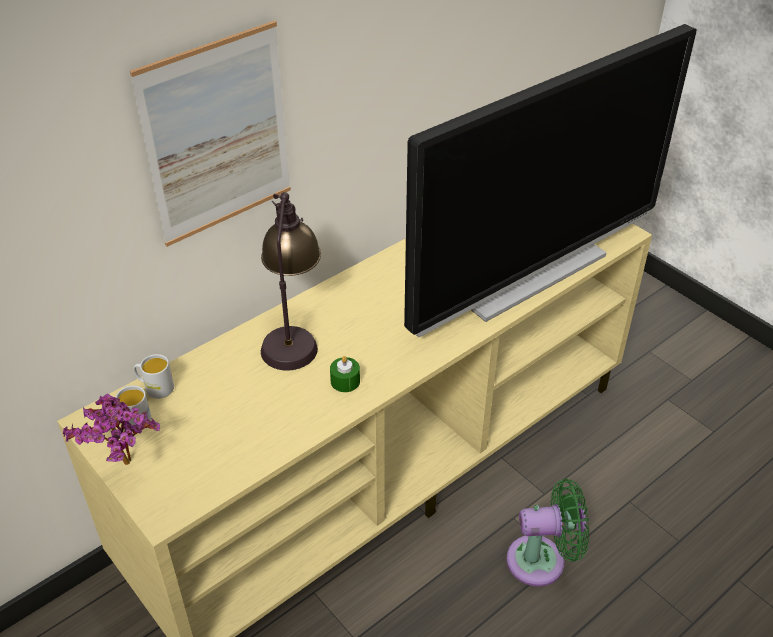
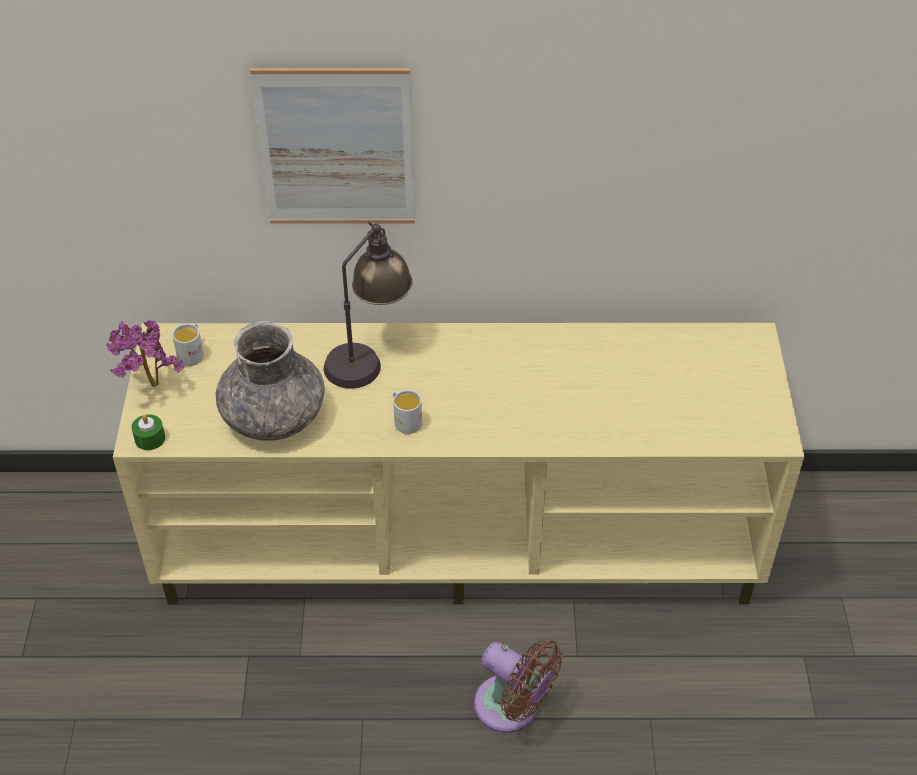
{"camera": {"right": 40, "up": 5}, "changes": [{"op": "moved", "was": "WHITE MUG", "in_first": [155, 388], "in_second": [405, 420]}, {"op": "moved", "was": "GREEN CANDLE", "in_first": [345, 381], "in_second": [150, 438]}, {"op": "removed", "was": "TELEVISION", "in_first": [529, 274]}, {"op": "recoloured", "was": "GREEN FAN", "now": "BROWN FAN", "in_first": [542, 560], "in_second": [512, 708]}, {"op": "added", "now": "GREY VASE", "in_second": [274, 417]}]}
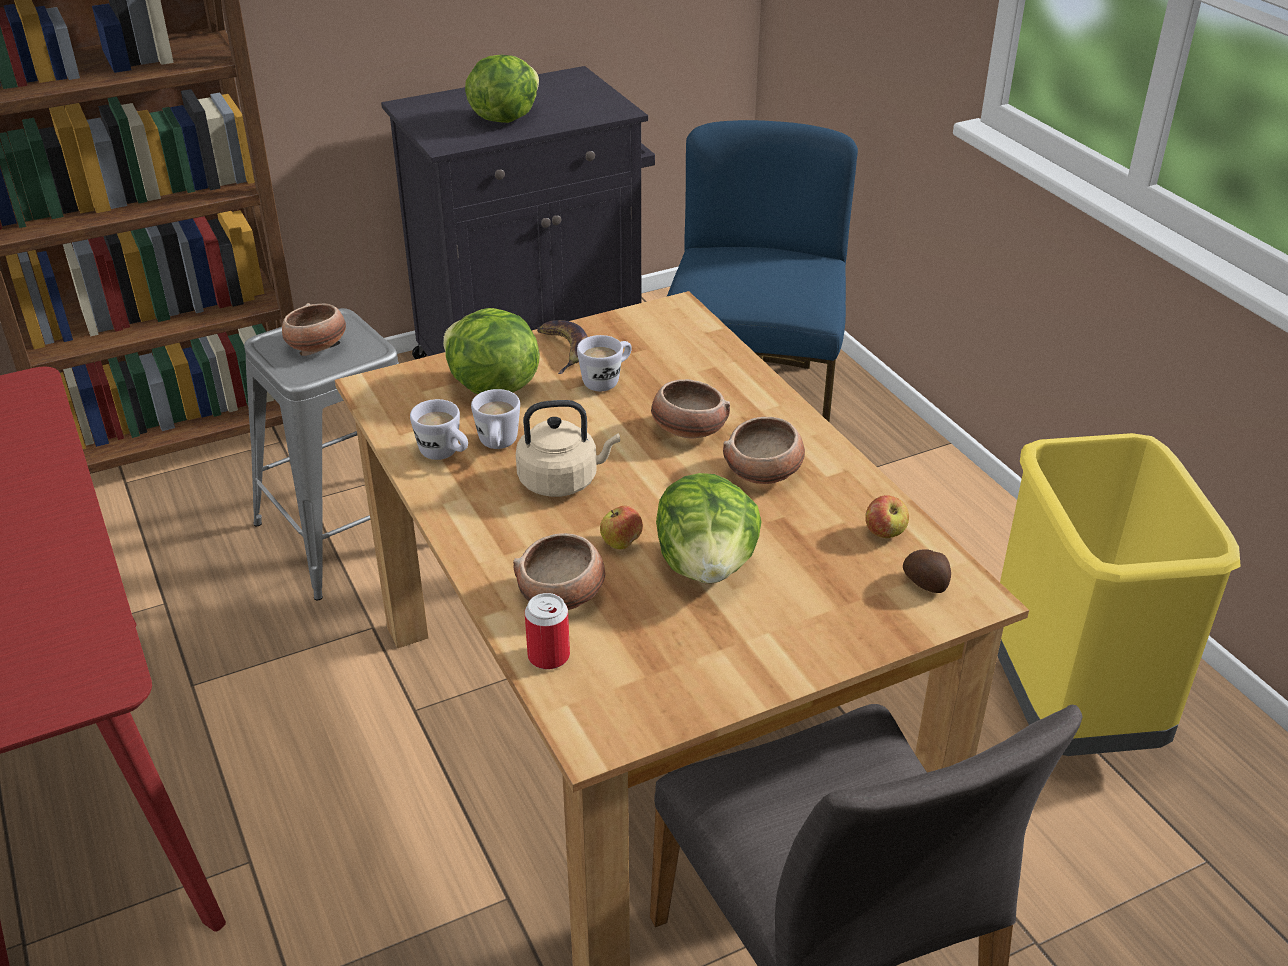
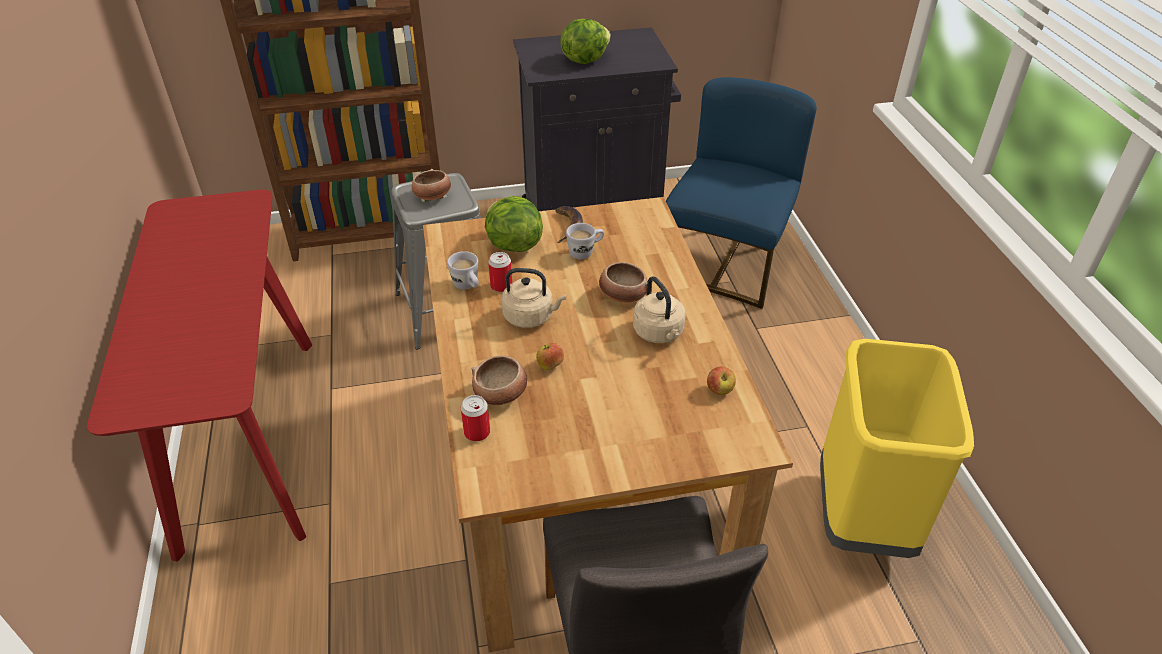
{"camera": {"right": 15, "up": 5}, "changes": [{"op": "replaced", "was": "WHITE MUG", "now": "CAN", "in_first": [497, 446], "in_second": [501, 286]}, {"op": "removed", "was": "LETTUCE", "in_first": [707, 566]}, {"op": "replaced", "was": "BOWL", "now": "BEIGE KETTLE", "in_first": [764, 472], "in_second": [659, 333]}, {"op": "removed", "was": "POTATO", "in_first": [926, 584]}]}
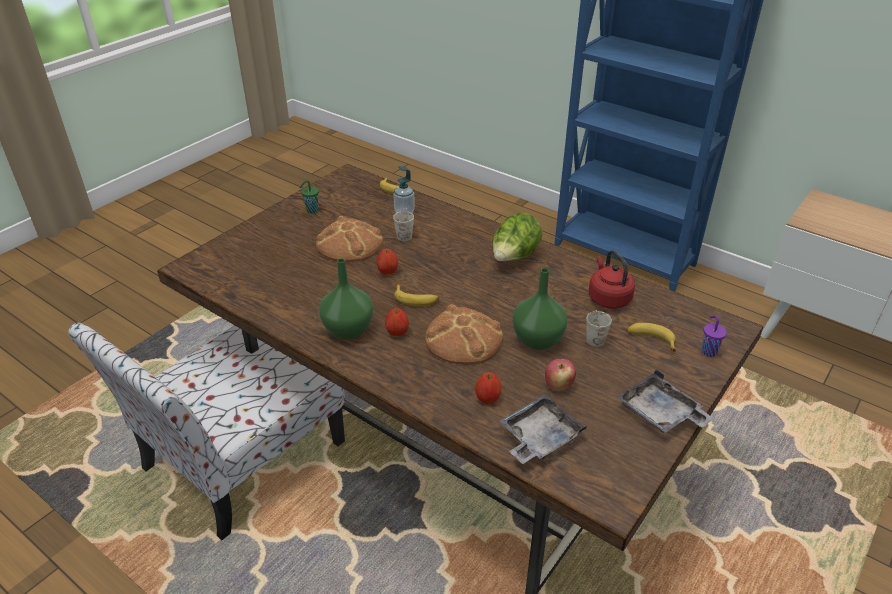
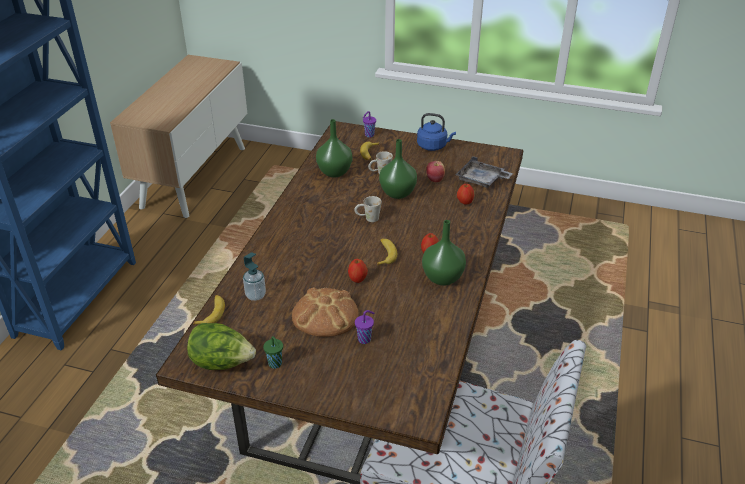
{"camera": {"right": -110, "up": 0}, "changes": [{"op": "moved", "was": "WHITE MUG", "in_first": [406, 234], "in_second": [368, 218]}, {"op": "removed", "was": "BREAD", "in_first": [463, 338]}, {"op": "moved", "was": "LETTUCE", "in_first": [514, 258], "in_second": [222, 363]}, {"op": "replaced", "was": "RED KETTLE", "now": "GREEN VASE", "in_first": [608, 298], "in_second": [334, 172]}, {"op": "replaced", "was": "GREY TRAY", "now": "BLUE KETTLE", "in_first": [660, 414], "in_second": [433, 146]}, {"op": "added", "now": "PURPLE CUP", "in_second": [365, 339]}]}
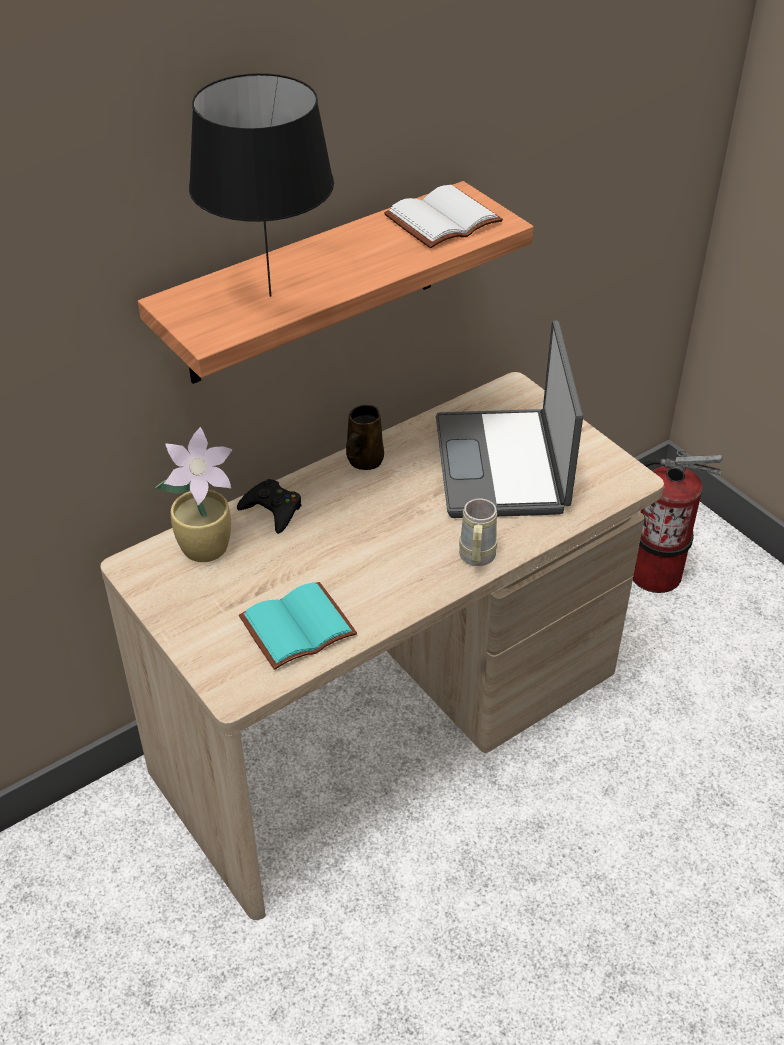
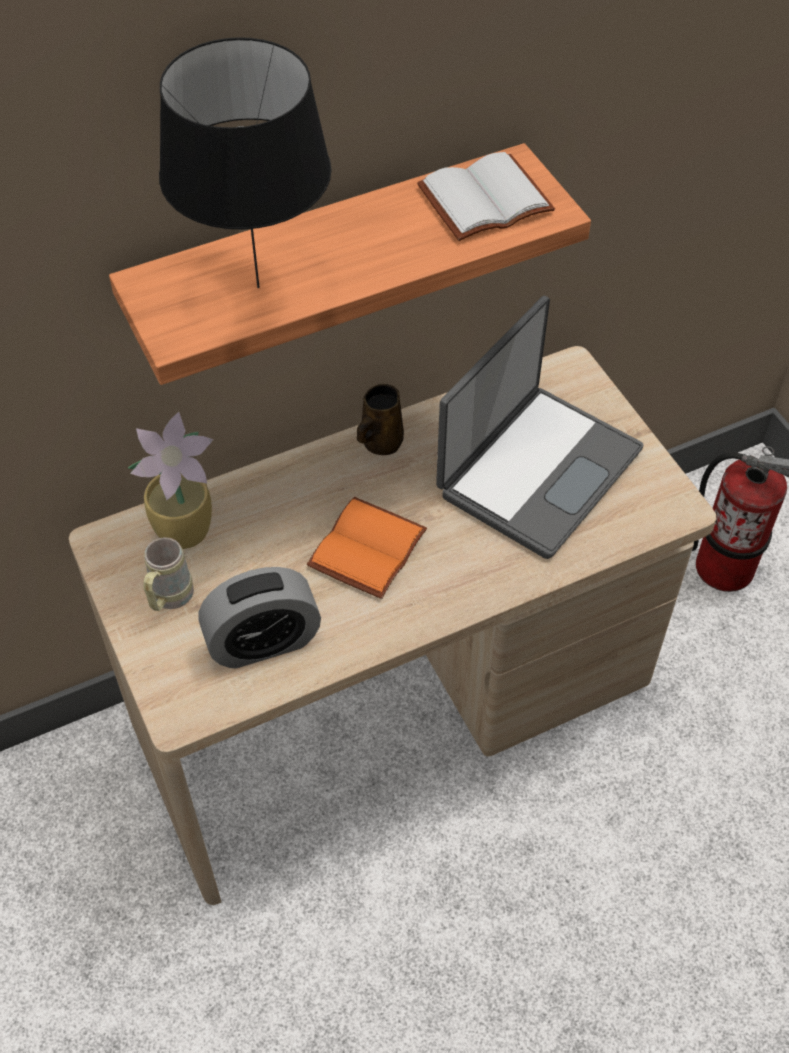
{"camera": {"right": 10, "up": 10}, "changes": [{"op": "removed", "was": "BLACK GAME CONTROLLER", "in_first": [272, 510]}, {"op": "replaced", "was": "TURQUOISE BOOK", "now": "ALARM CLOCK", "in_first": [297, 624], "in_second": [263, 642]}, {"op": "turned", "was": "LAPTOP", "in_first": [504, 465], "in_second": [536, 470], "clockwise": -150}, {"op": "moved", "was": "BEIGE MUG", "in_first": [476, 560], "in_second": [169, 600]}, {"op": "added", "now": "ORANGE BOOK", "in_second": [365, 546]}]}
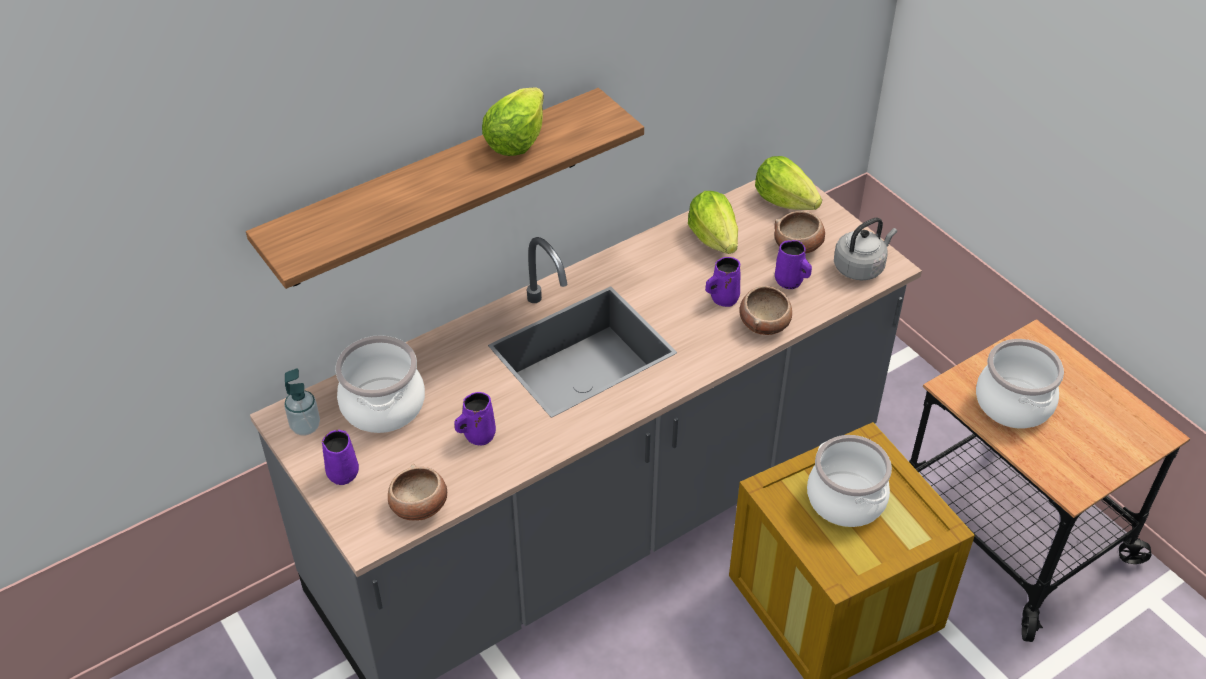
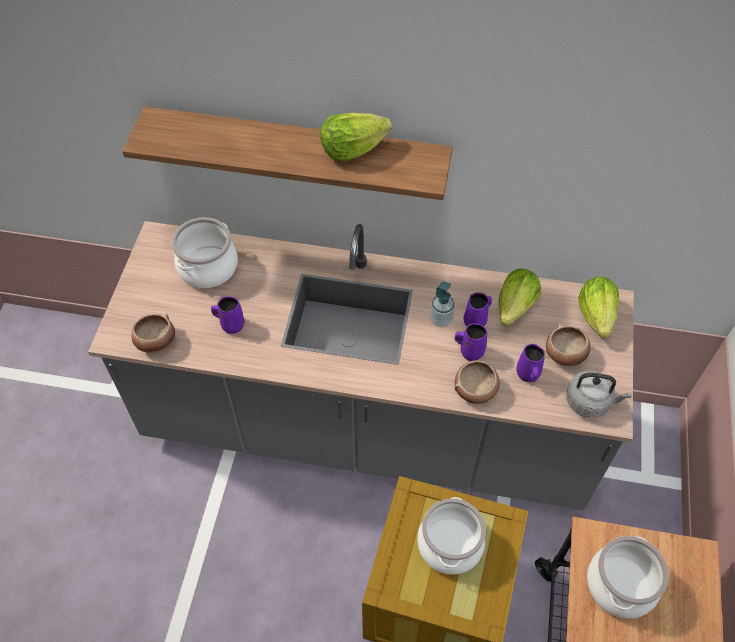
{"camera": {"right": 45, "up": 10}, "changes": [{"op": "moved", "was": "SOAP DISPENSER", "in_first": [305, 426], "in_second": [441, 319]}, {"op": "moved", "was": "PURPLE MUG", "in_first": [343, 472], "in_second": [476, 321]}]}
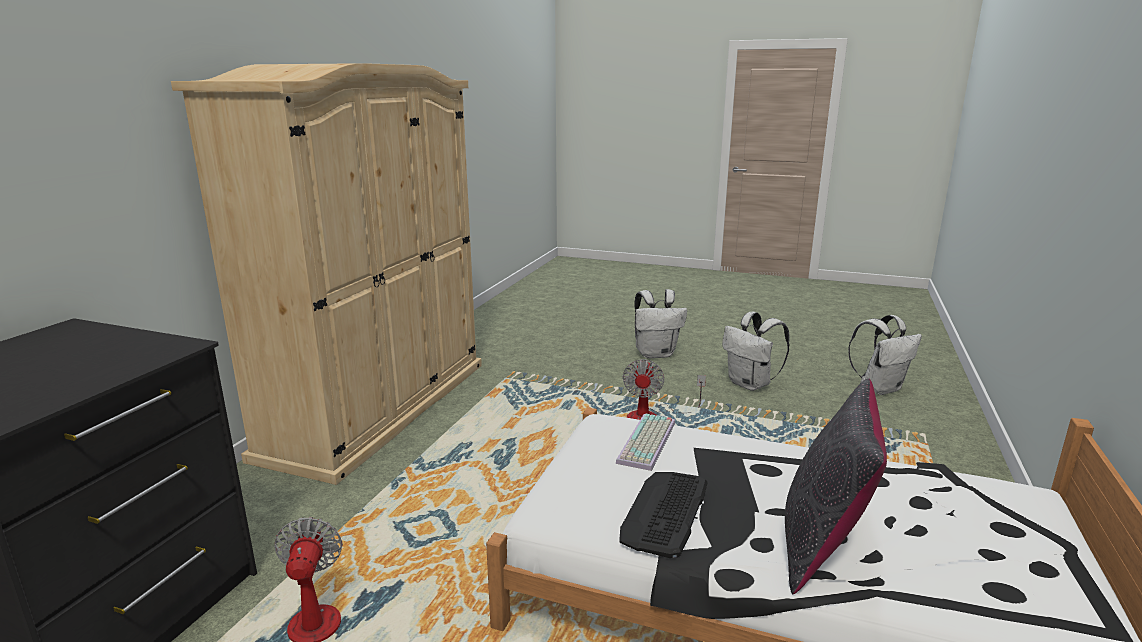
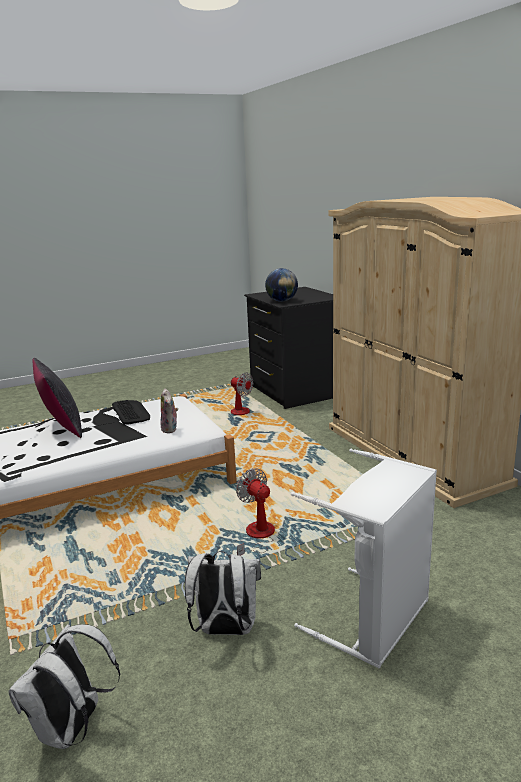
{"camera": {"right": 135, "up": 0}, "changes": [{"op": "replaced", "was": "KEYBOARD", "now": "PLUSH TOY", "in_first": [648, 443], "in_second": [170, 429]}, {"op": "replaced", "was": "WHITE BACKPACK", "now": "WHITE LAUNDRY BASKET", "in_first": [656, 354], "in_second": [376, 620]}, {"op": "added", "now": "GLOBE", "in_second": [282, 301]}]}
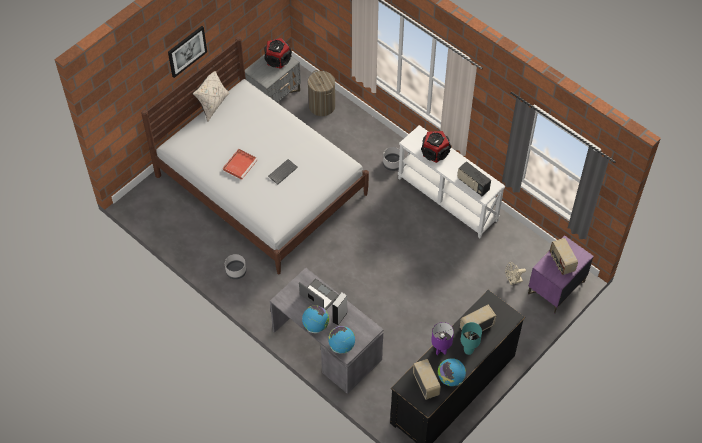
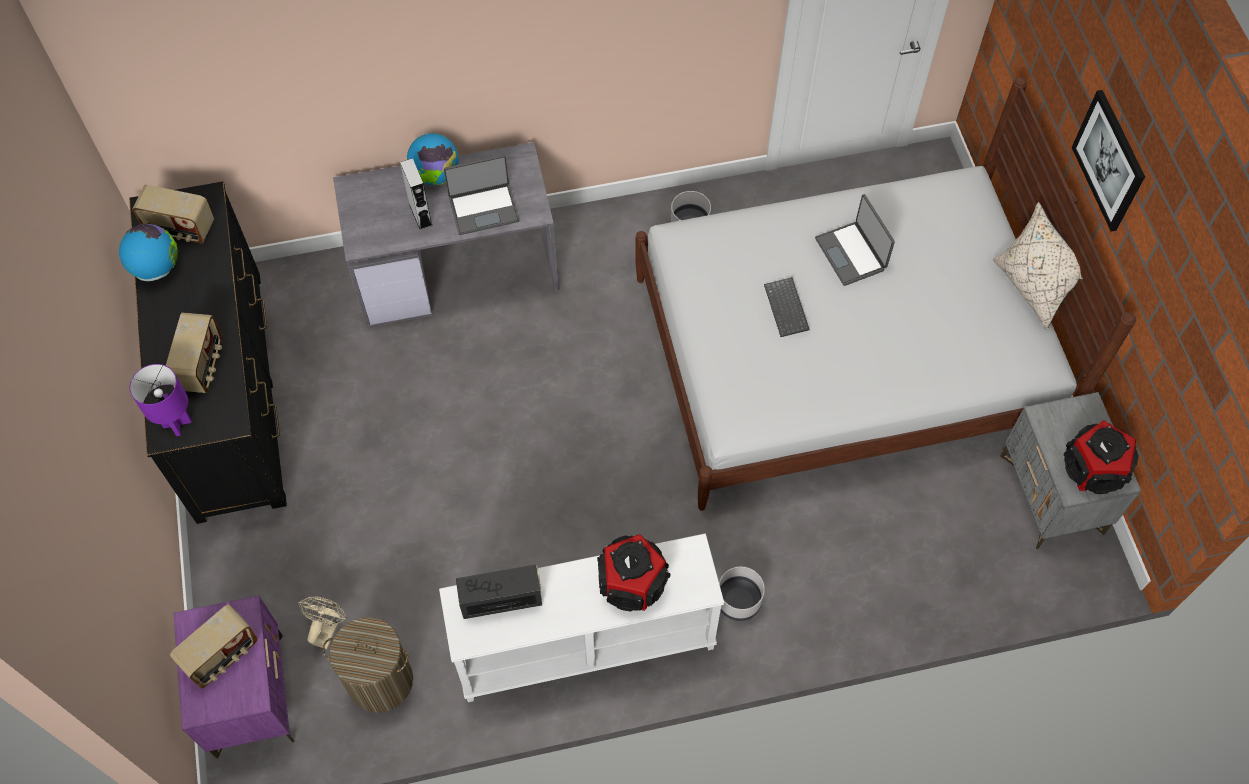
{"camera": {"right": 125, "up": 5}, "changes": [{"op": "replaced", "was": "RED TRAY", "now": "LAPTOP", "in_first": [240, 164], "in_second": [851, 254]}, {"op": "moved", "was": "LAUNDRY BASKET", "in_first": [322, 106], "in_second": [380, 680]}, {"op": "removed", "was": "GLOBE", "in_first": [341, 346]}, {"op": "moved", "was": "PURPLE TABLE LAMP", "in_first": [440, 350], "in_second": [176, 423]}, {"op": "removed", "was": "TURQUOISE TABLE LAMP", "in_first": [468, 351]}, {"op": "turned", "was": "RADIO", "in_first": [561, 262], "in_second": [222, 656], "clockwise": 120}]}
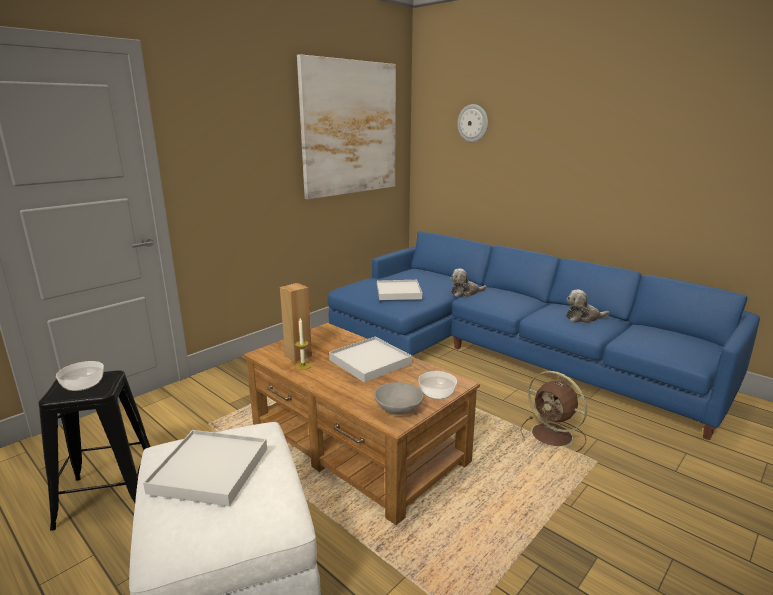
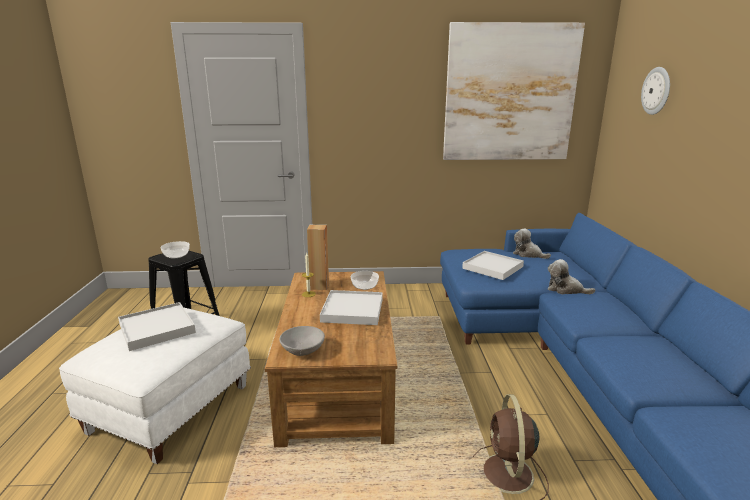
{"camera": {"right": 45, "up": 0}, "changes": [{"op": "moved", "was": "BOWL", "in_first": [437, 393], "in_second": [364, 286]}, {"op": "moved", "was": "PLUSH TOY", "in_first": [583, 318], "in_second": [528, 254]}]}
